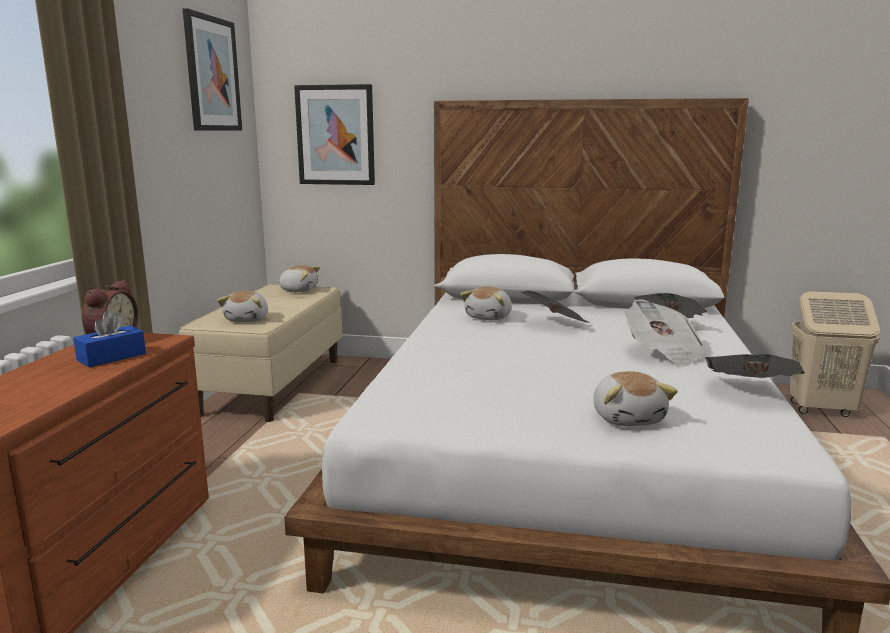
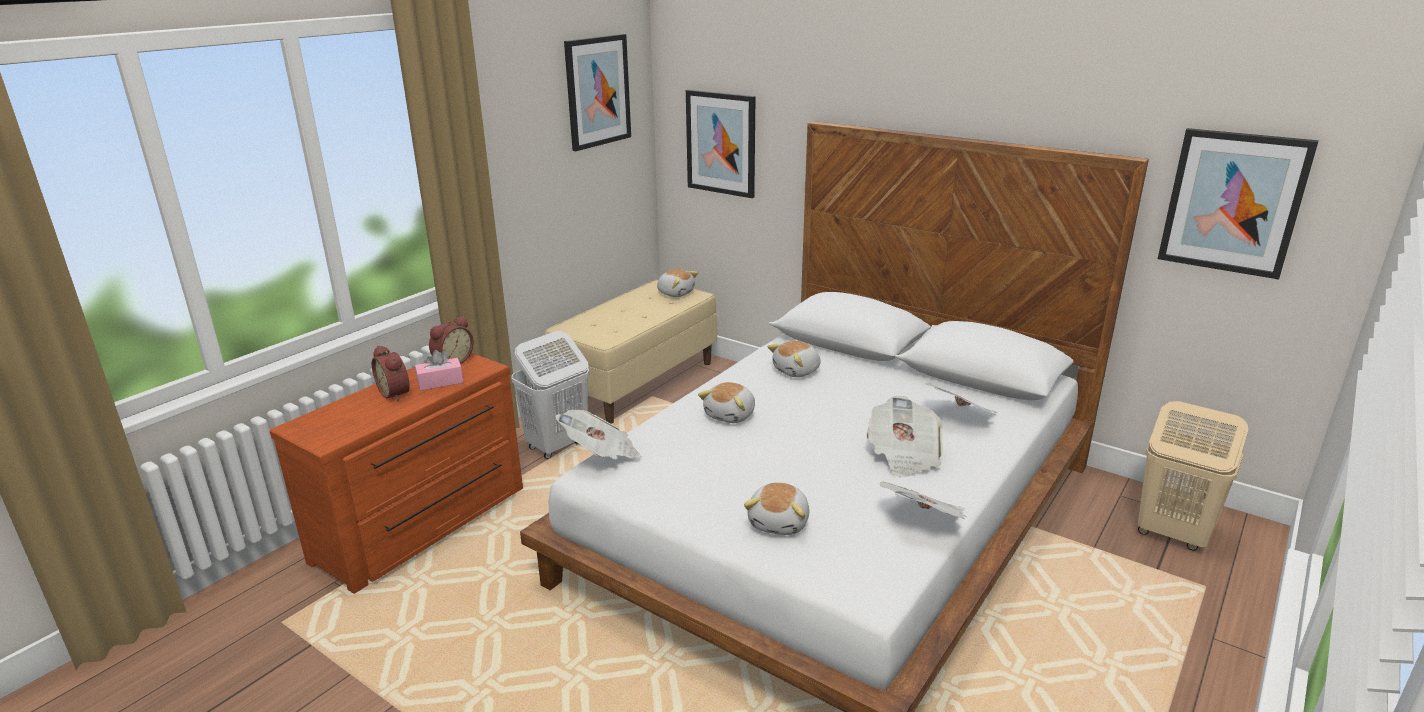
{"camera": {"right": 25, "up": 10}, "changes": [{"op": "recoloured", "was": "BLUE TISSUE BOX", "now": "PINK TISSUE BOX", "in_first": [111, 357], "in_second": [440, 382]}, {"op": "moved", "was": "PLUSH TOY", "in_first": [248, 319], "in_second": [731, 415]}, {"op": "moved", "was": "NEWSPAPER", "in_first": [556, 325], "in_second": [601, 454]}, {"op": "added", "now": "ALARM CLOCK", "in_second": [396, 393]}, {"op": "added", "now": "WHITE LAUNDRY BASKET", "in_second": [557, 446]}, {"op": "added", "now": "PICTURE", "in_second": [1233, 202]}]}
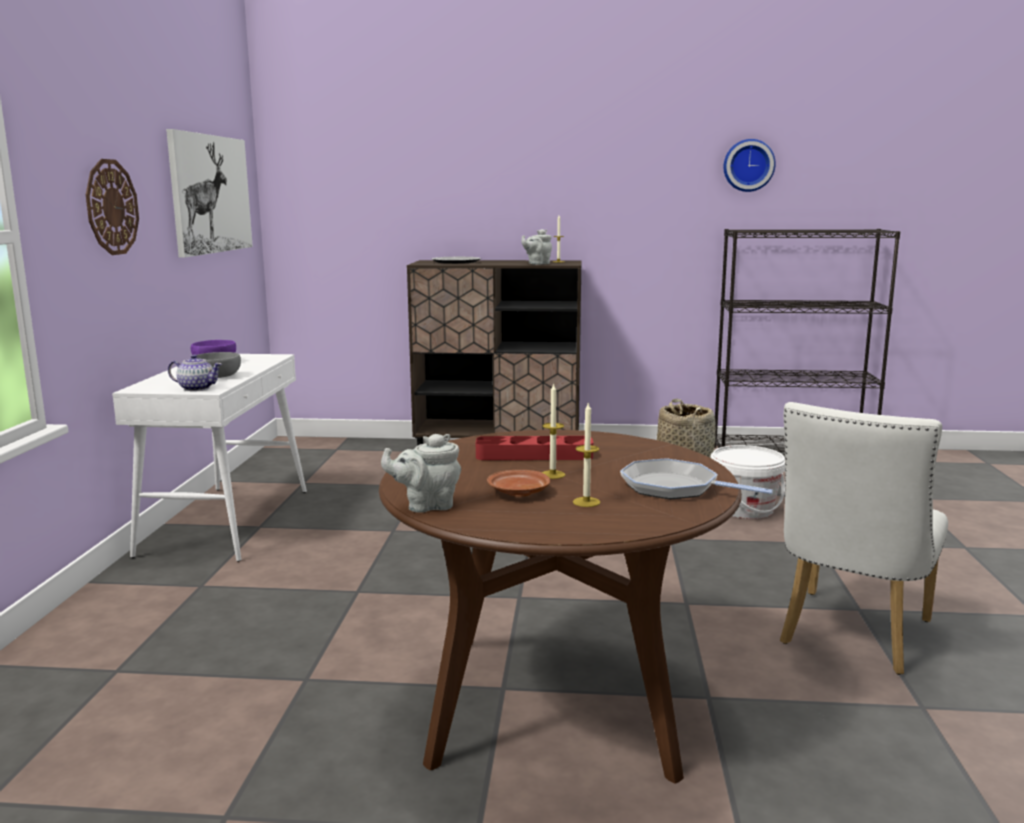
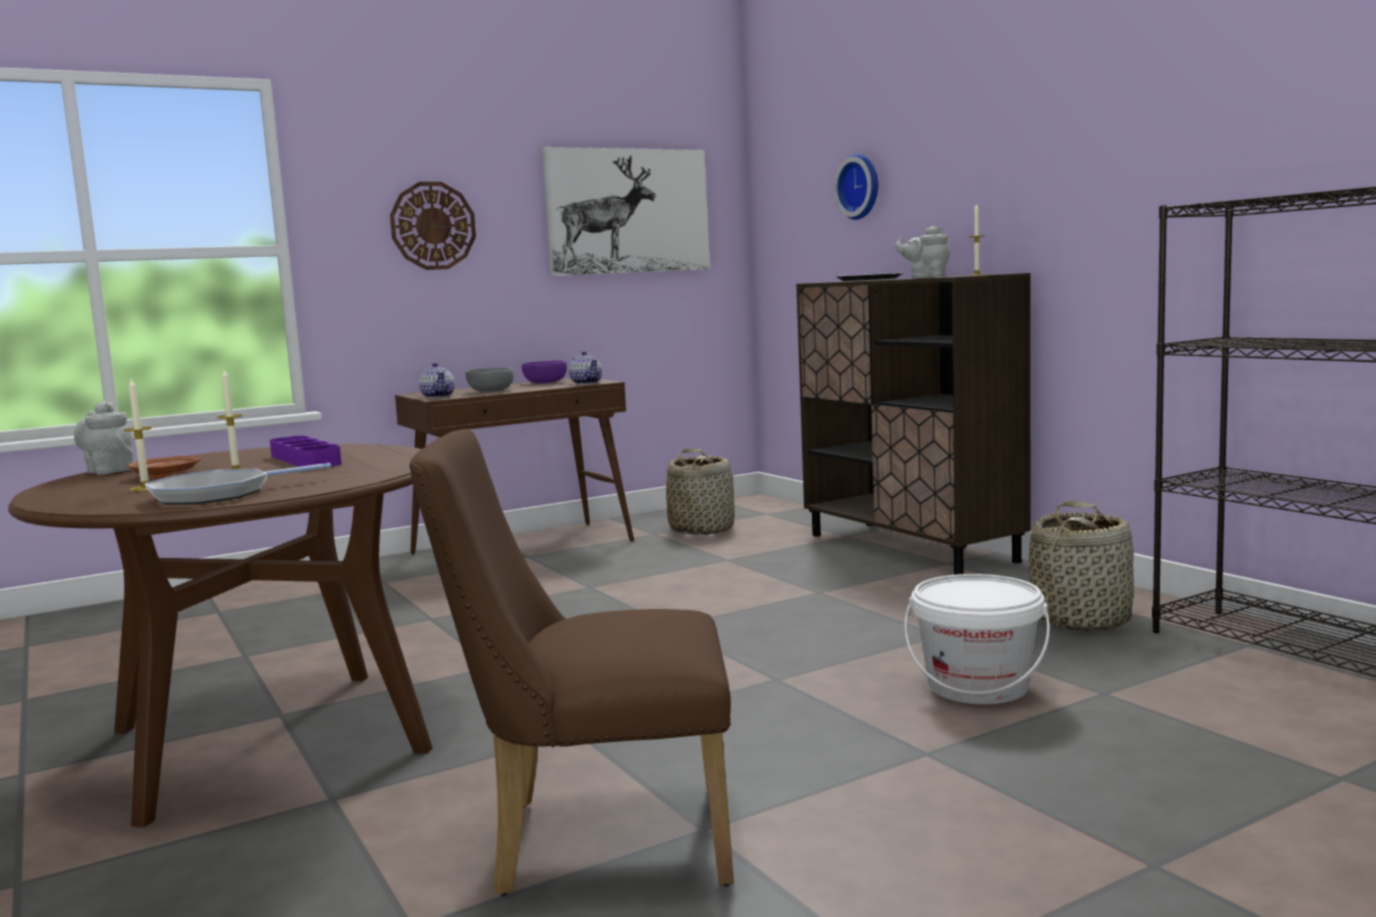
{"camera": {"right": 55, "up": -5}, "changes": [{"op": "recoloured", "was": "WHITE CONSOLE TABLE", "now": "BROWN CONSOLE TABLE", "in_first": [227, 521], "in_second": [523, 547]}, {"op": "recoloured", "was": "RED TRAY", "now": "PURPLE TRAY", "in_first": [534, 455], "in_second": [305, 460]}, {"op": "turned", "was": "FRYING PAN", "in_first": [675, 487], "in_second": [218, 494], "clockwise": -120}, {"op": "moved", "was": "WALL CLOCK", "in_first": [748, 165], "in_second": [861, 186]}, {"op": "recoloured", "was": "WHITE CHAIR", "now": "BROWN CHAIR", "in_first": [850, 636], "in_second": [593, 841]}, {"op": "added", "now": "TEAPOT", "in_second": [586, 383]}, {"op": "added", "now": "BASKET", "in_second": [702, 529]}]}
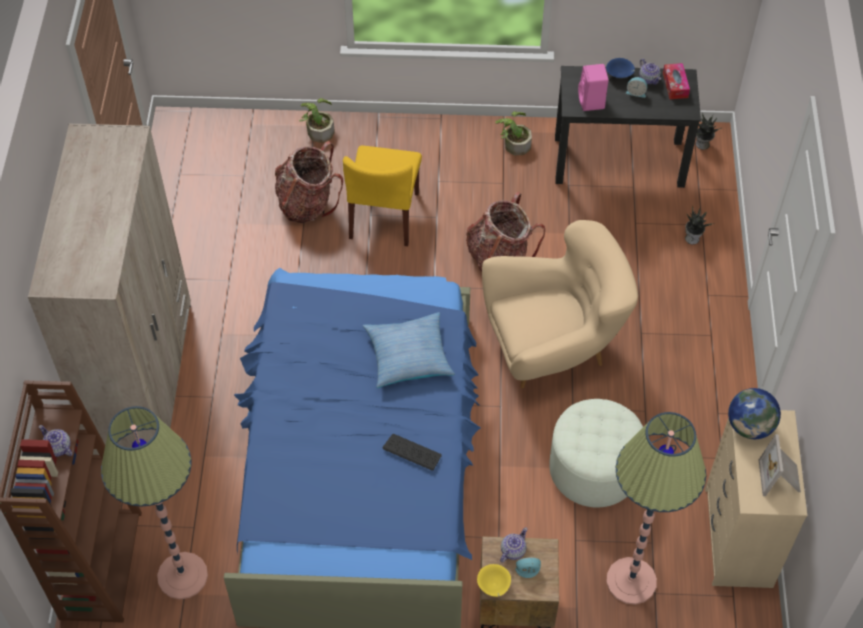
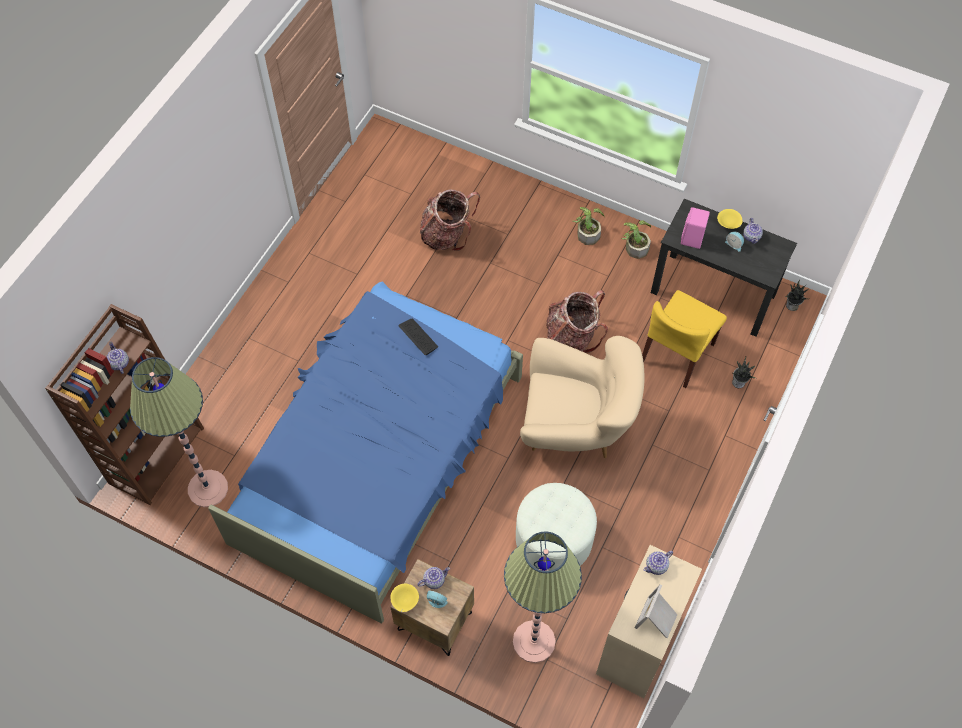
{"camera": {"right": 25, "up": 5}, "changes": [{"op": "removed", "was": "BEIGE WARDROBE", "in_first": [144, 380]}, {"op": "moved", "was": "POTTED PLANT", "in_first": [318, 130], "in_second": [587, 232]}, {"op": "moved", "was": "YELLOW CHAIR", "in_first": [384, 216], "in_second": [677, 354]}, {"op": "removed", "was": "PILLOW", "in_first": [408, 356]}, {"op": "moved", "was": "KEYBOARD", "in_first": [412, 452], "in_second": [418, 337]}, {"op": "recoloured", "was": "BLUE BOWL", "now": "YELLOW BOWL", "in_first": [619, 75], "in_second": [728, 224]}, {"op": "removed", "was": "TISSUE BOX", "in_first": [675, 85]}, {"op": "replaced", "was": "GLOBE", "now": "TEAPOT", "in_first": [749, 426], "in_second": [657, 566]}]}
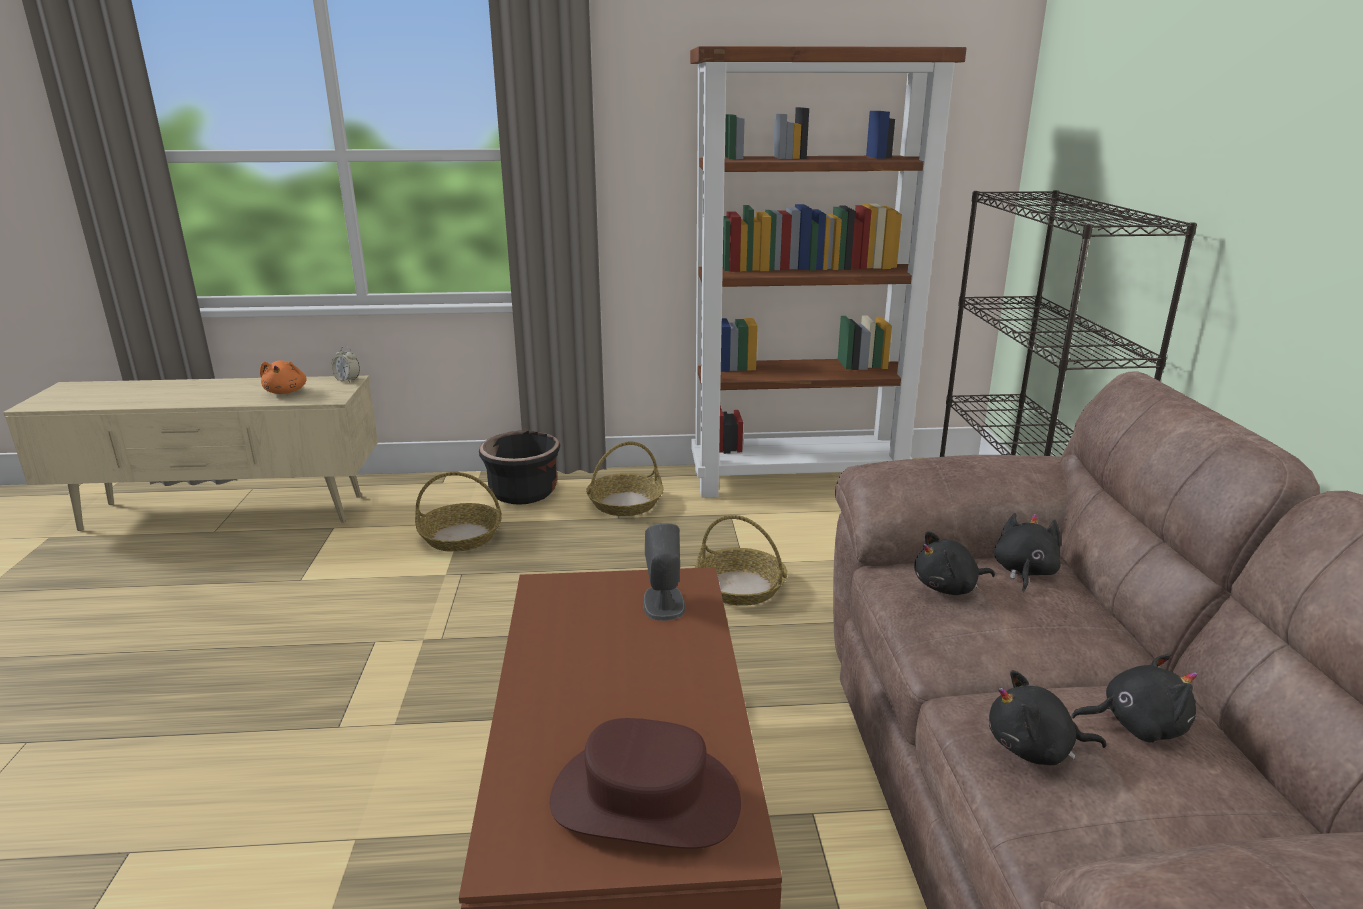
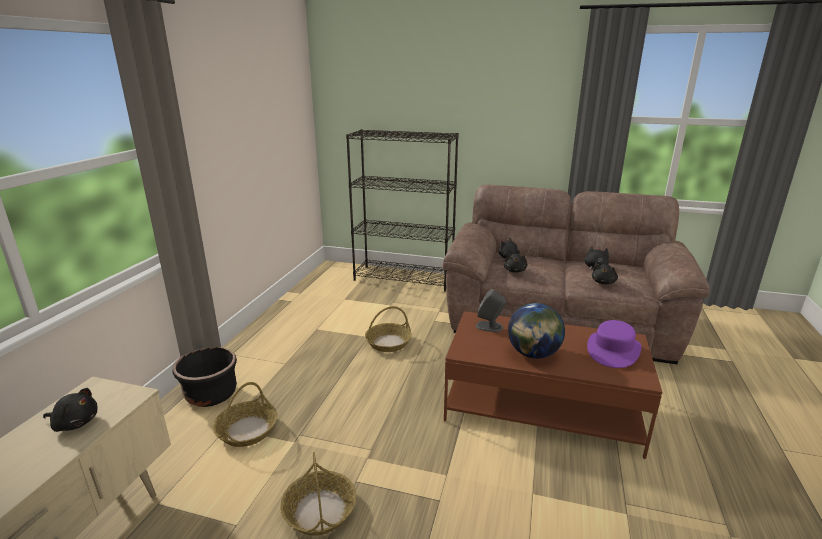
{"camera": {"right": -70, "up": 0}, "changes": [{"op": "recoloured", "was": "ORANGE PLUSH TOY", "now": "BLACK PLUSH TOY", "in_first": [286, 392], "in_second": [75, 423]}, {"op": "removed", "was": "ALARM CLOCK", "in_first": [347, 380]}, {"op": "recoloured", "was": "BROWN HAT", "now": "PURPLE HAT", "in_first": [645, 799], "in_second": [613, 350]}, {"op": "moved", "was": "BASKET", "in_first": [625, 503], "in_second": [319, 510]}, {"op": "removed", "was": "BROWN BOOKCASE", "in_first": [799, 479]}, {"op": "added", "now": "GLOBE", "in_second": [533, 354]}]}
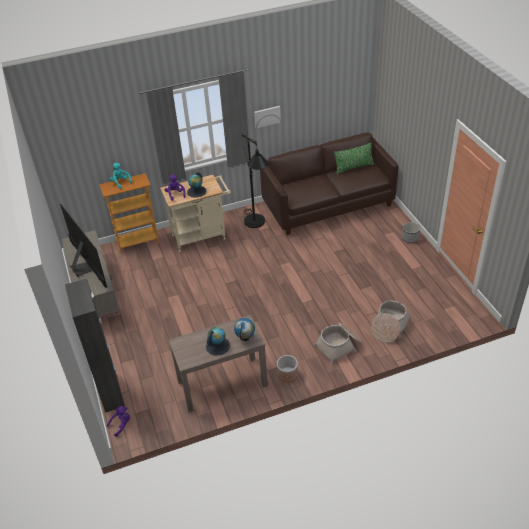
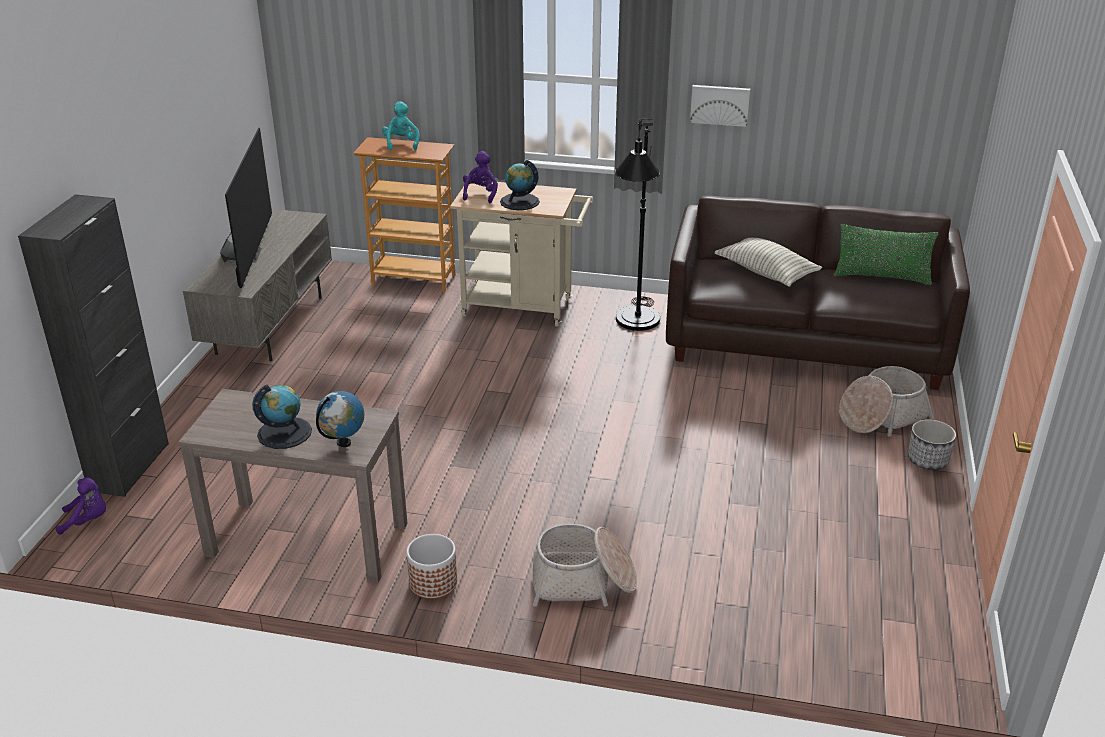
{"camera": {"right": 30, "up": -10}, "changes": [{"op": "moved", "was": "BASKET", "in_first": [389, 327], "in_second": [882, 416]}, {"op": "added", "now": "PILLOW", "in_second": [766, 273]}]}
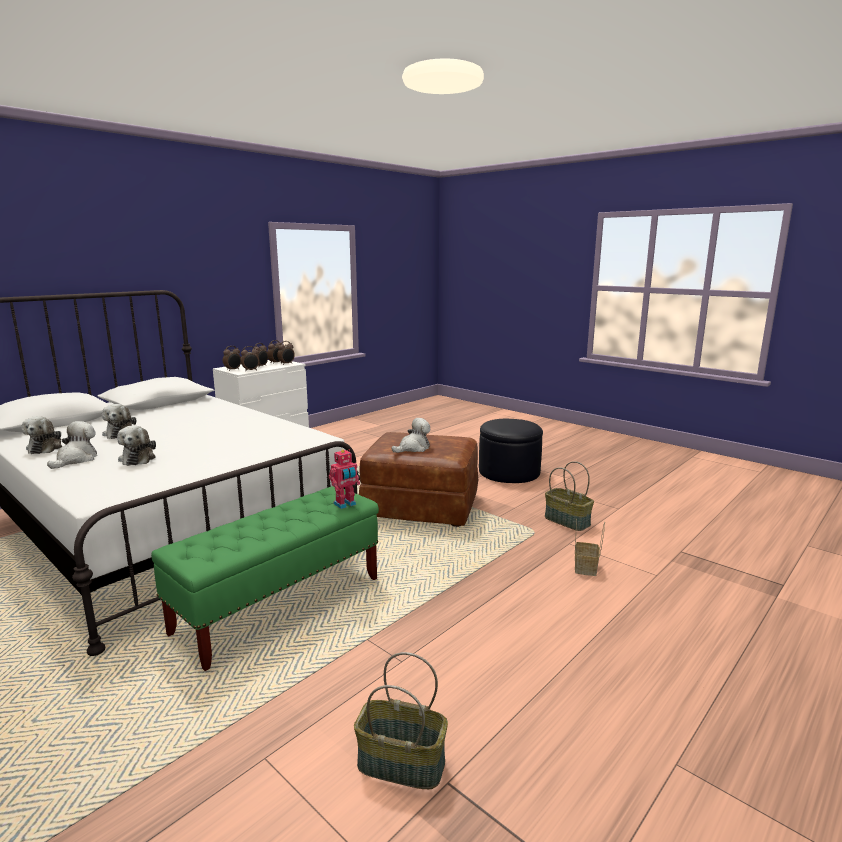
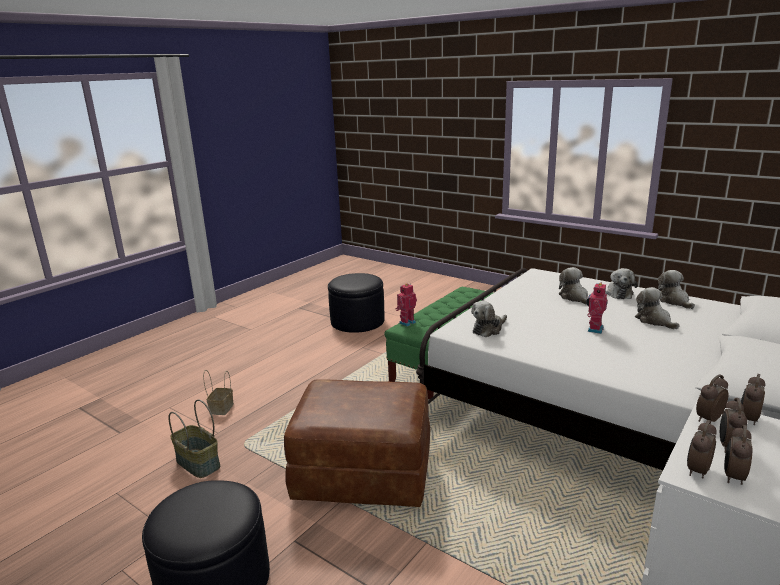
{"camera": {"right": 175, "up": 5}, "changes": [{"op": "replaced", "was": "BASKET", "now": "BLACK OTTOMAN", "in_first": [400, 765], "in_second": [357, 321]}, {"op": "moved", "was": "PLUSH TOY", "in_first": [413, 448], "in_second": [488, 329]}, {"op": "added", "now": "TOY ROBOT", "in_second": [594, 329]}]}
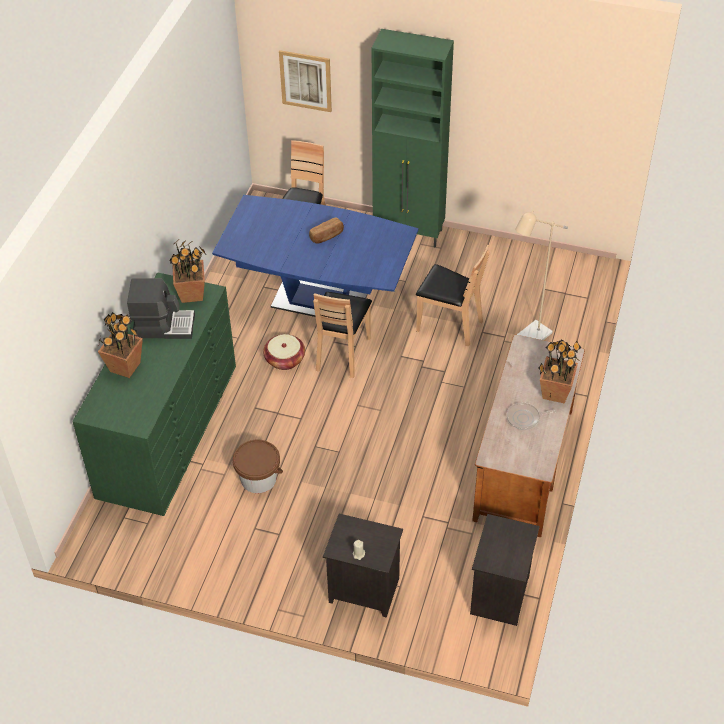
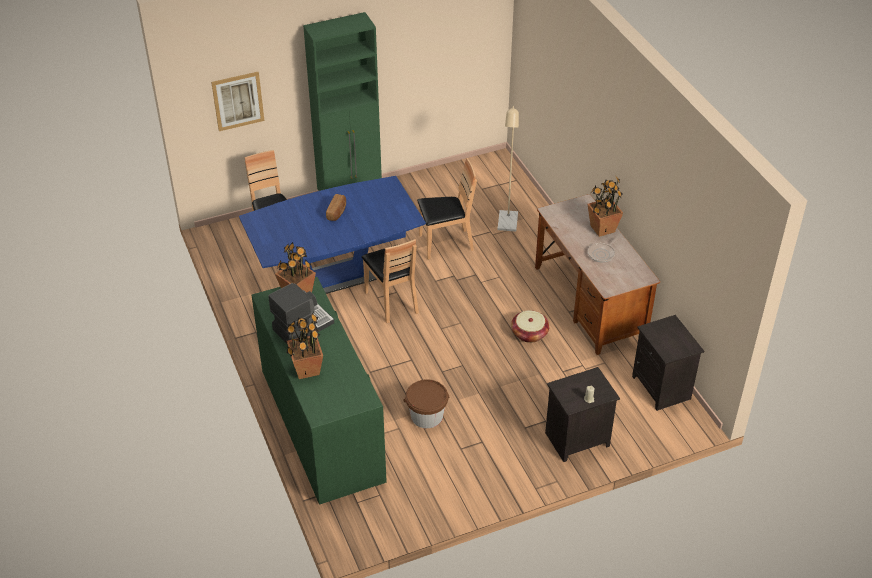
{"camera": {"right": -40, "up": -5}, "changes": [{"op": "moved", "was": "BASKET", "in_first": [284, 359], "in_second": [529, 333]}]}
